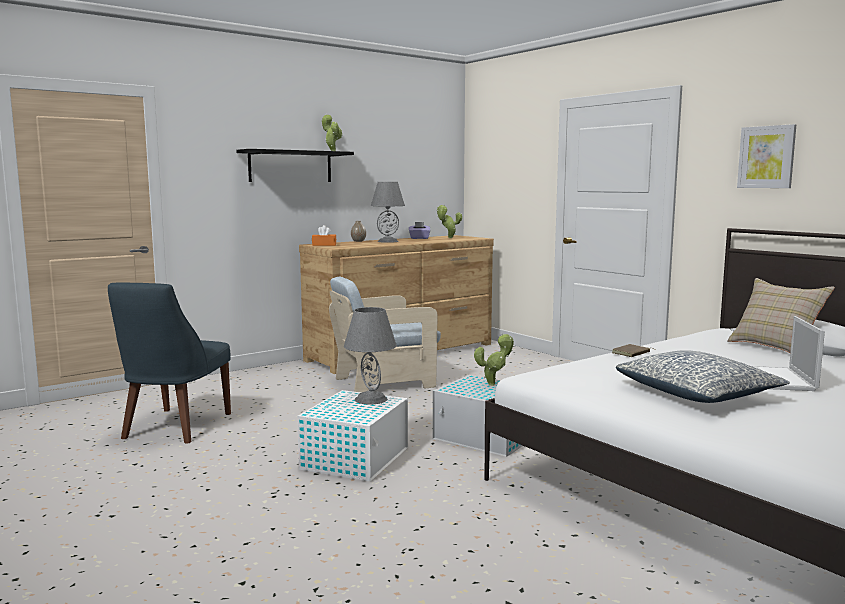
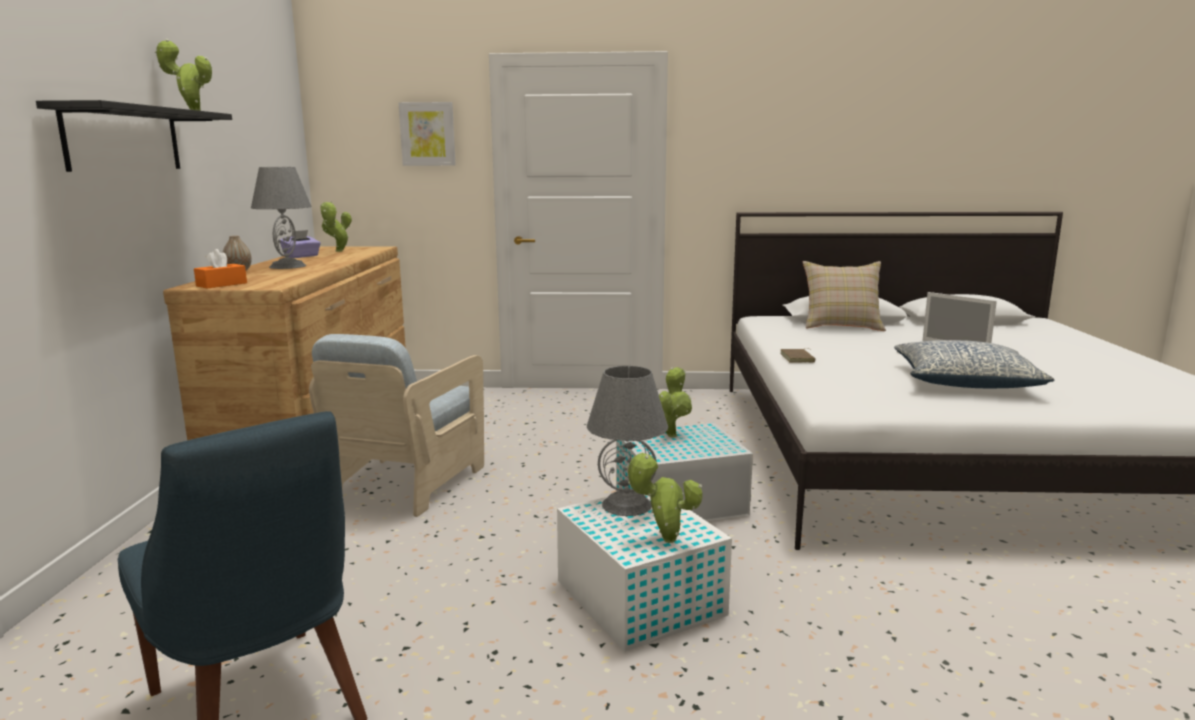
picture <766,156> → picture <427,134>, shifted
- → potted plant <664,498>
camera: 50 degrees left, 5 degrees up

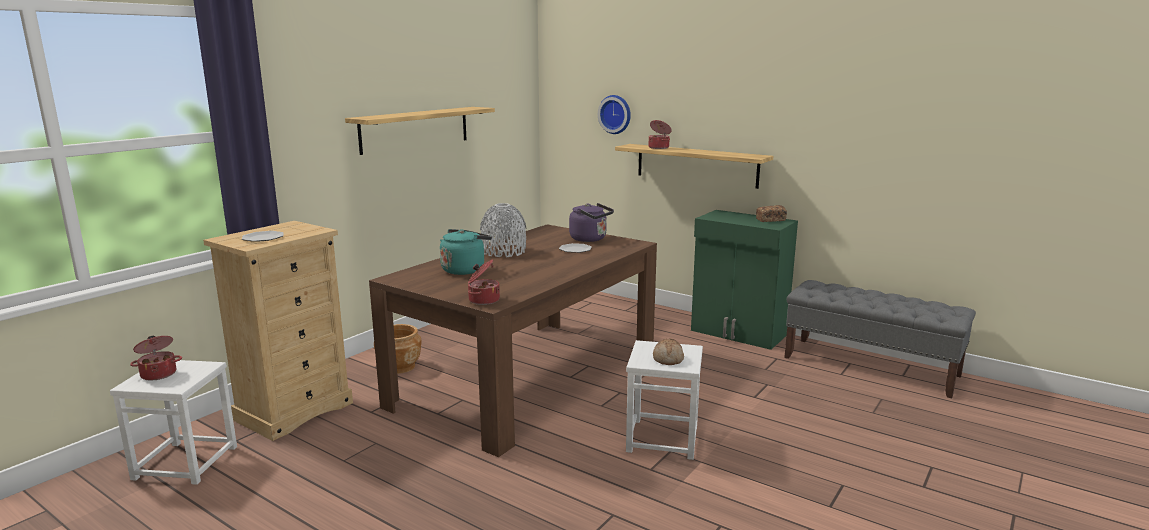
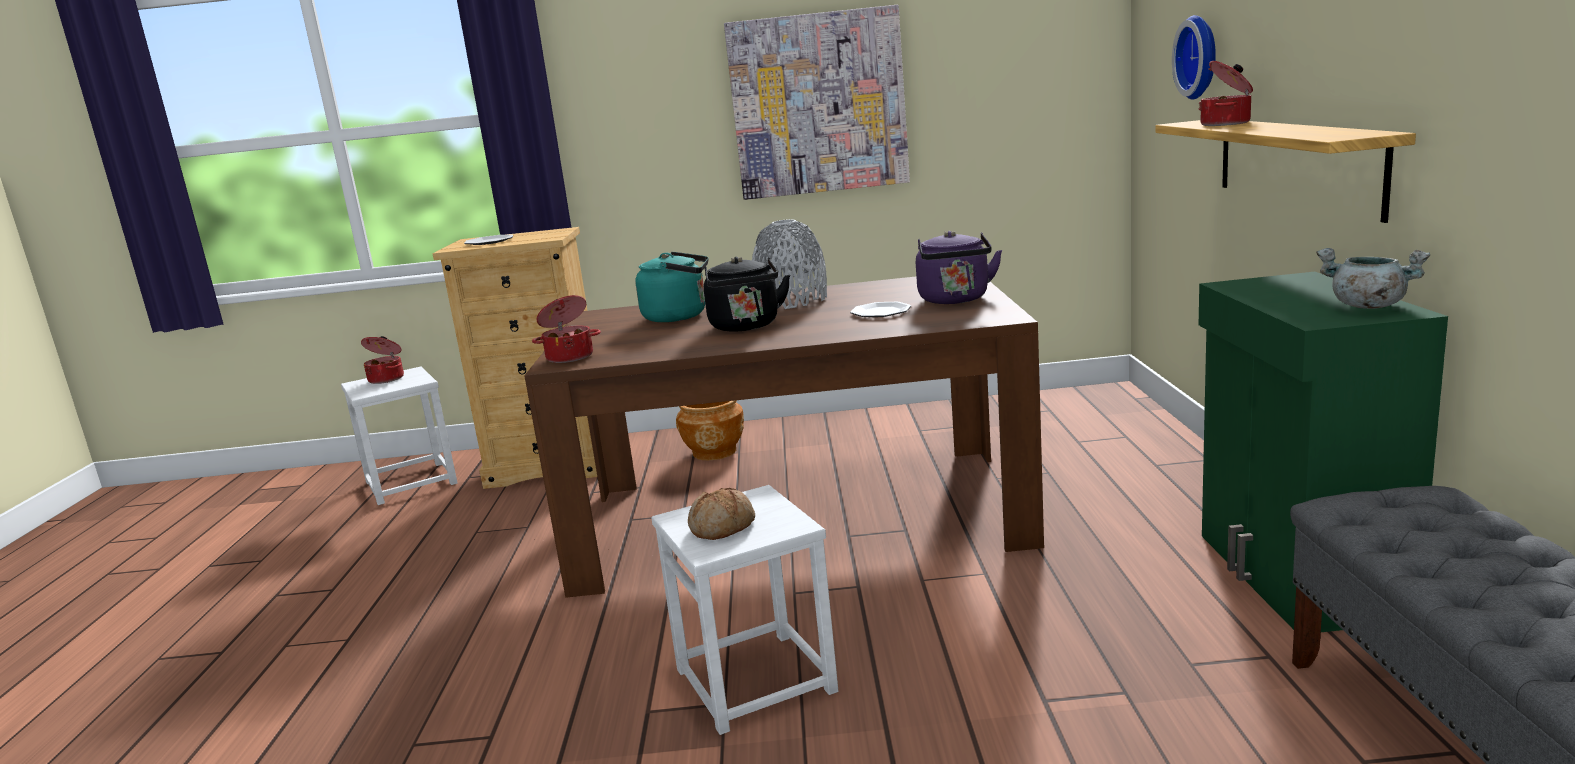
shelf <420,131> → picture <817,102>
bread <771,213> → cooking pot/grey <1373,278>
- → kettle/black <747,294>
camera: 55 degrees right, 0 degrees up

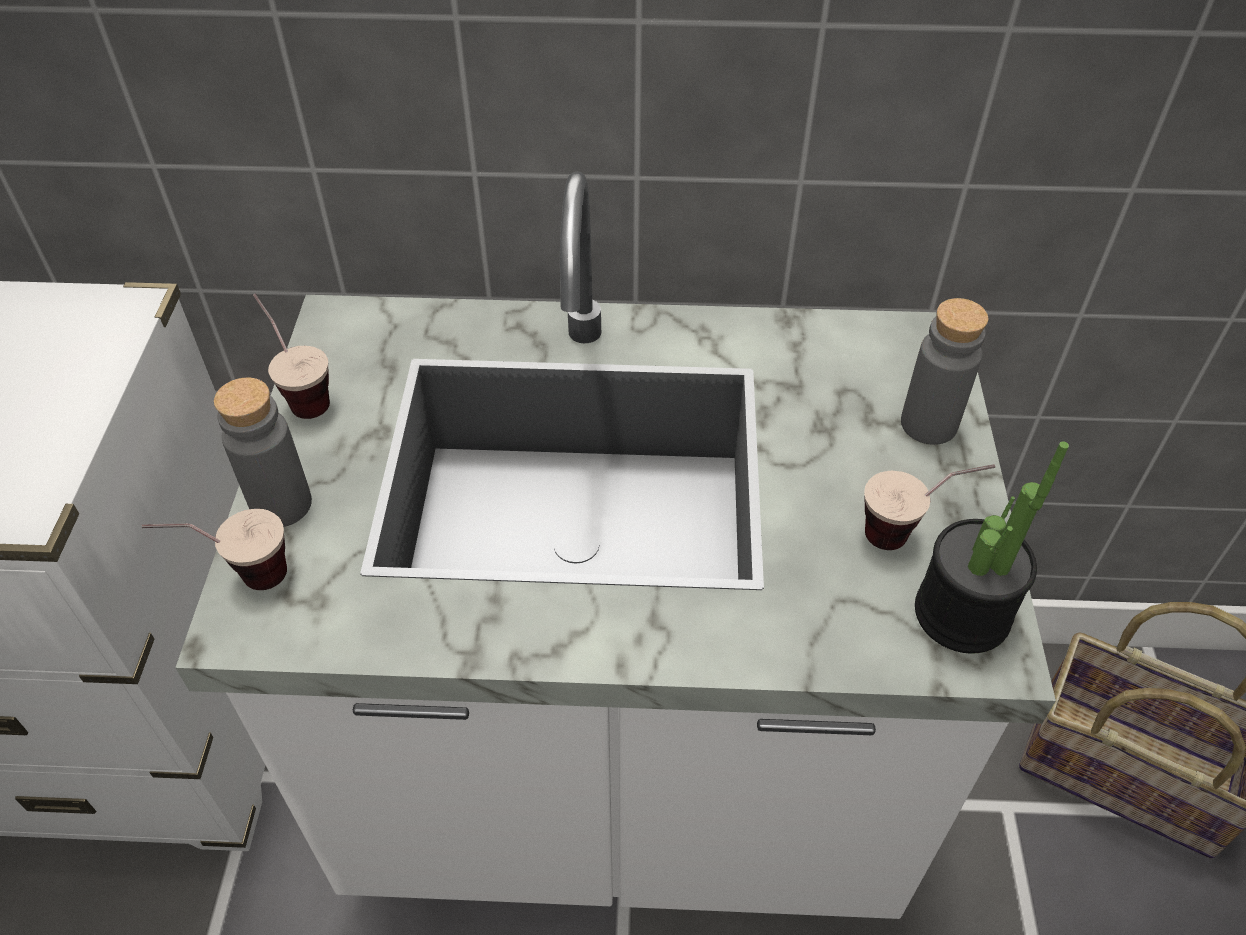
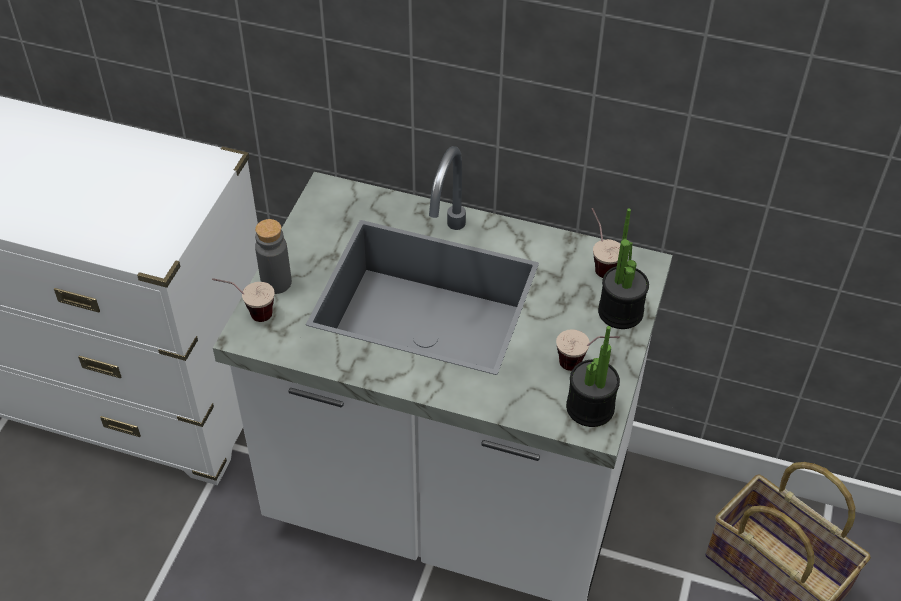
cup <291,356> → cup <606,243>, shifted
bottle/grey <944,371> → potted plant <623,268>
camera: 15 degrees right, 0 degrees up

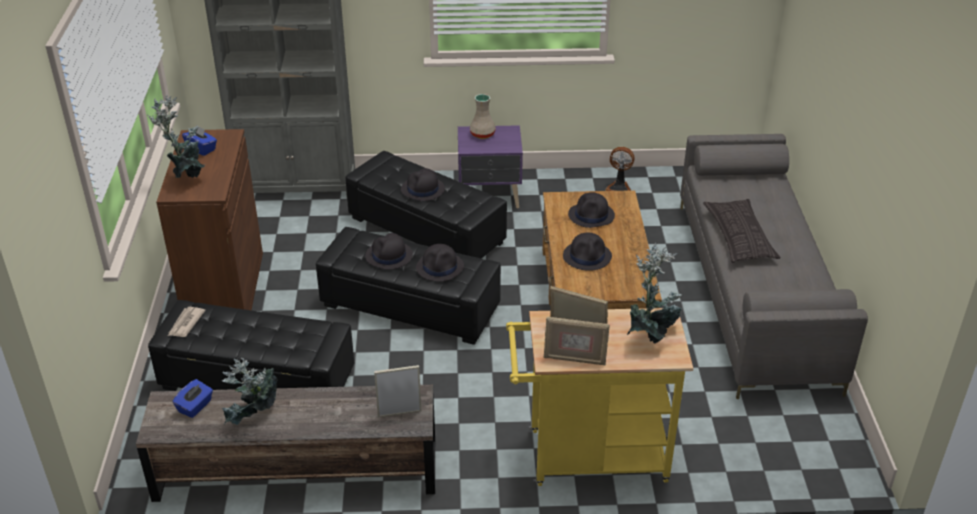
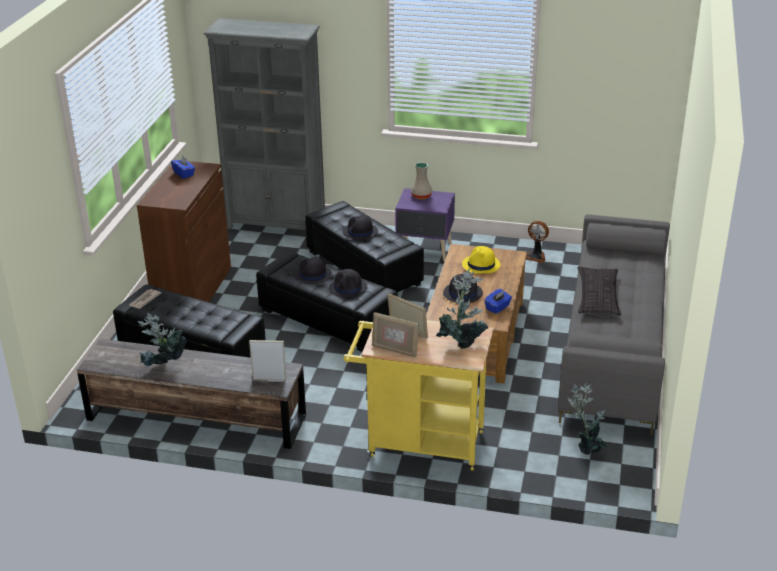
potted plant <176,136> → potted plant <588,419>, shifted
tissue box/blue <192,398> → tissue box/blue <498,301>, shifted
hat/black <591,210> → hat/yellow <481,259>
camera: 15 degrees right, 5 degrees down

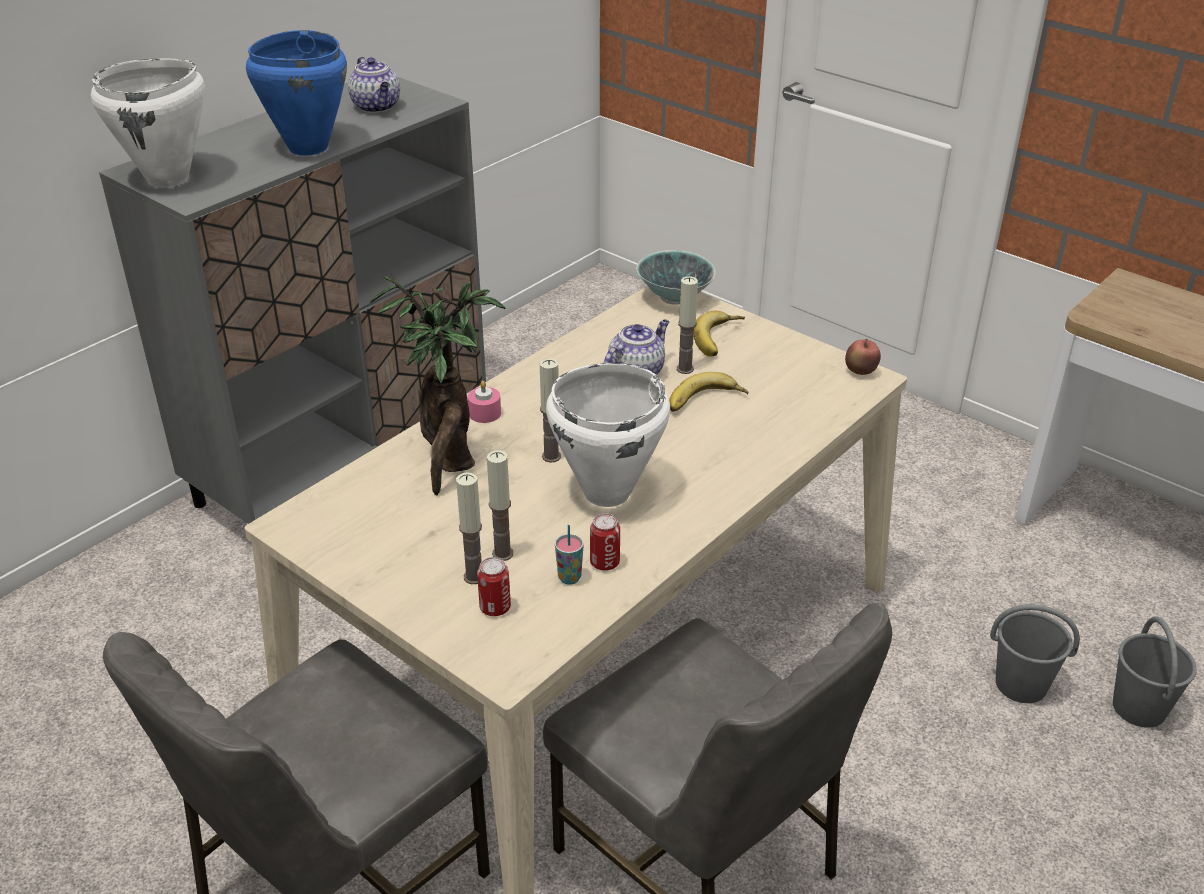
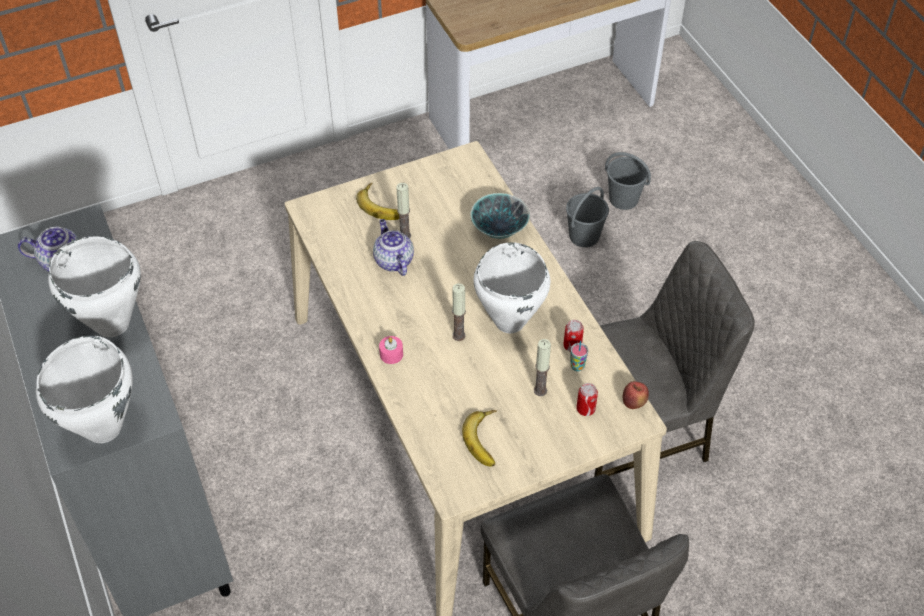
cooking pot/blue <296,93> → cooking pot/white <94,286>
potted plant <438,384> → -
candle <469,528> → -
bowl <676,277> → bowl <500,216>, shifted
banana <708,392> → banana <479,438>, shifted
apple <863,357> → apple <636,395>, shifted
camera: 65 degrees left, 15 degrees up

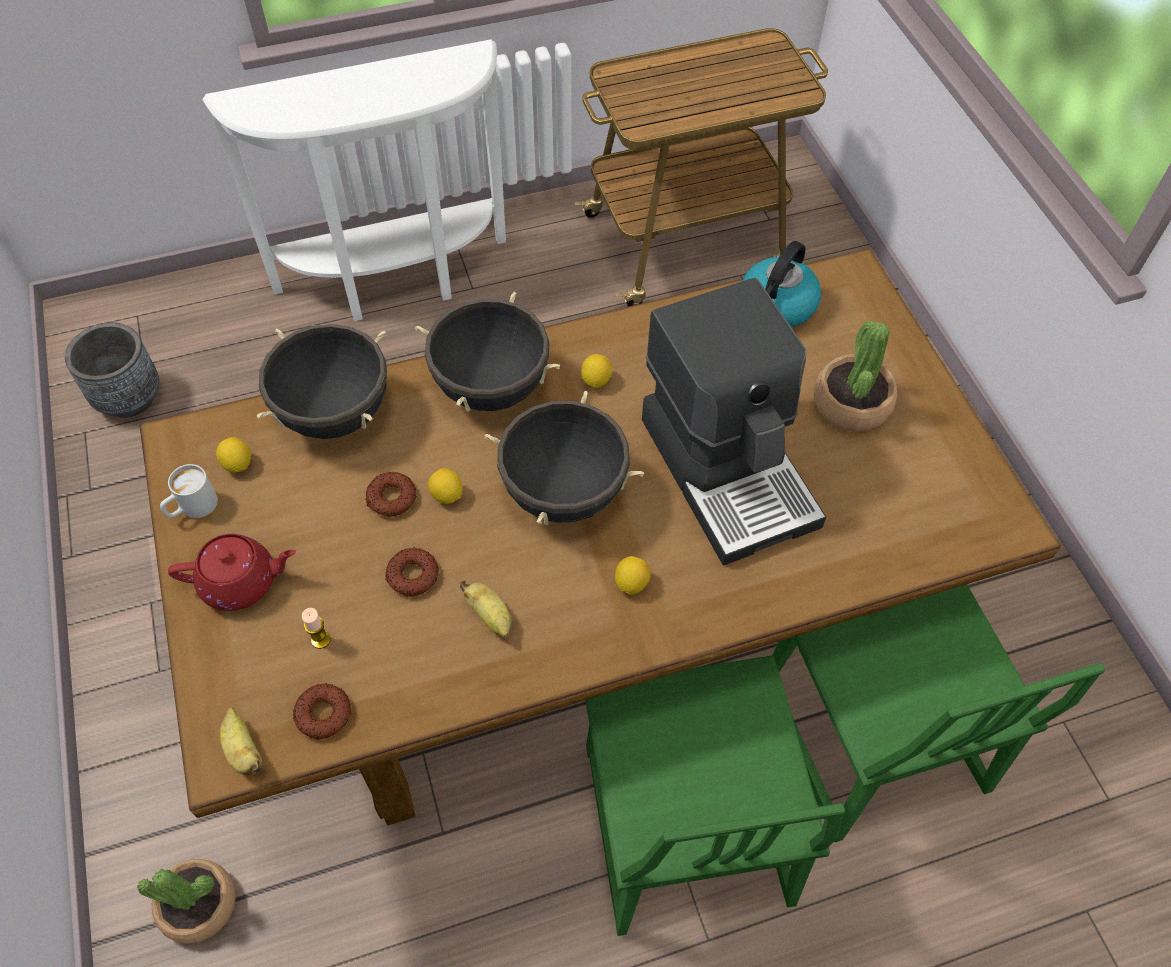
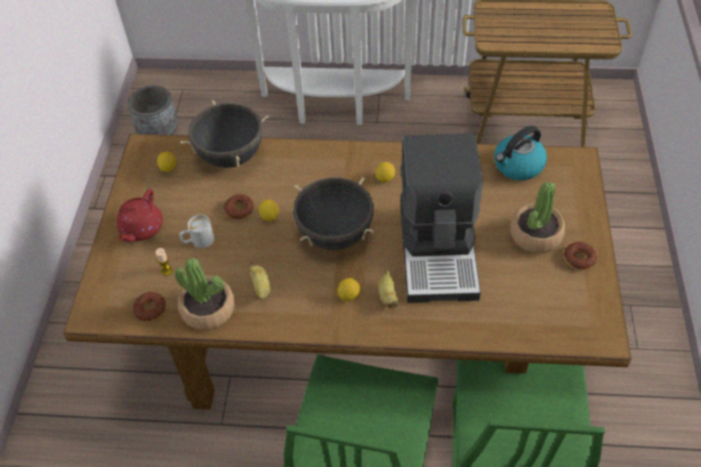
potted plant <186,901> → potted plant <205,294>, shifted
mug/white <189,491> → mug/white <196,231>, shifted
teapot/red <232,572> → teapot/red <140,216>, 90 degrees clockwise
banana <241,741> → banana <389,289>, shifted
donut <412,572> → donut <580,255>, shifted
cooking pot/black <488,351> → -
camera: 25 degrees right, 5 degrees down

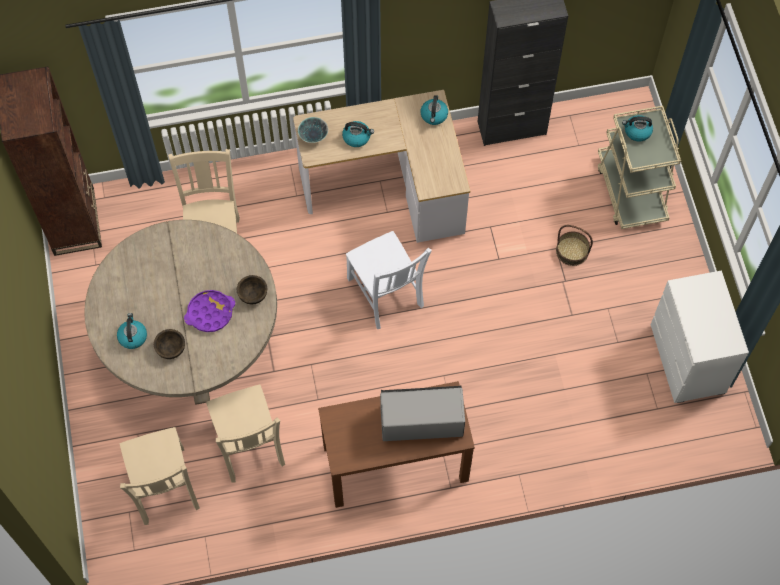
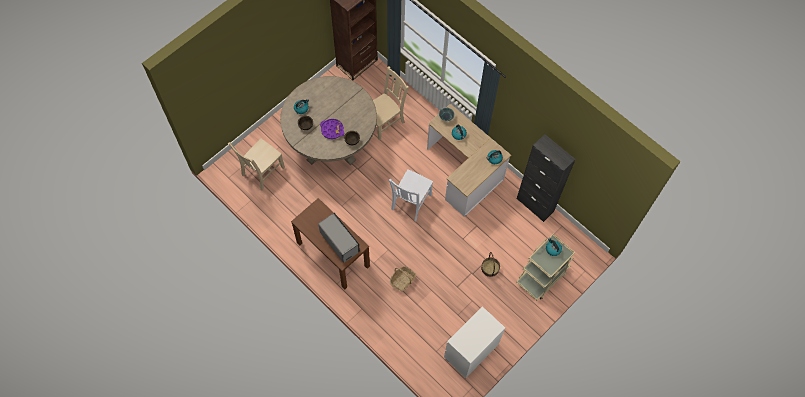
chair/beige <245,433> → -
- → basket <403,278>
camera: 55 degrees right, 0 degrees up

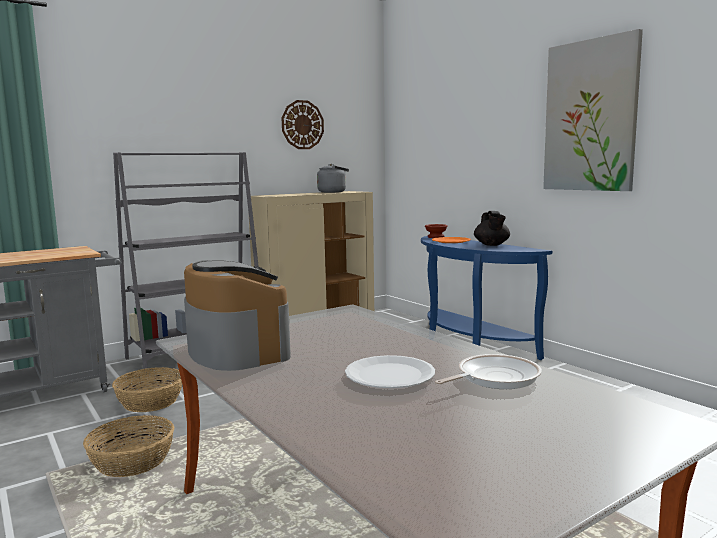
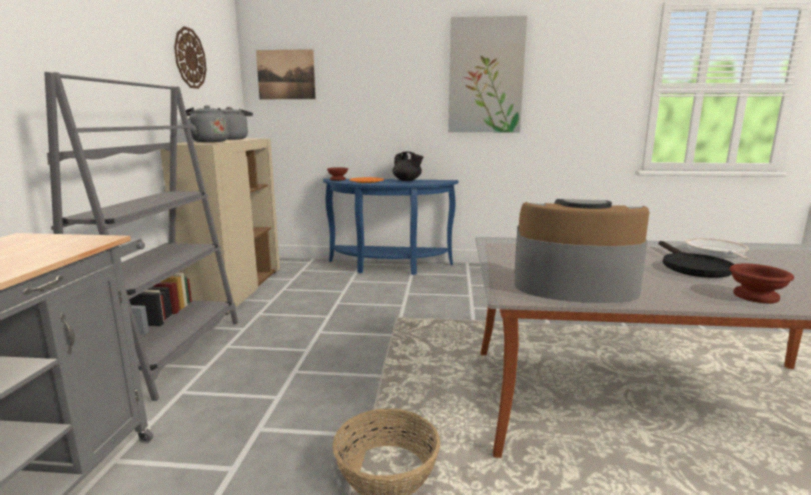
basket <147,389> → -
plate/white <390,371> → frying pan/black <696,259>
- → kettle/grey <207,123>
- → picture <286,74>
- → bowl/brown <761,283>
camera: 50 degrees left, 5 degrees up

